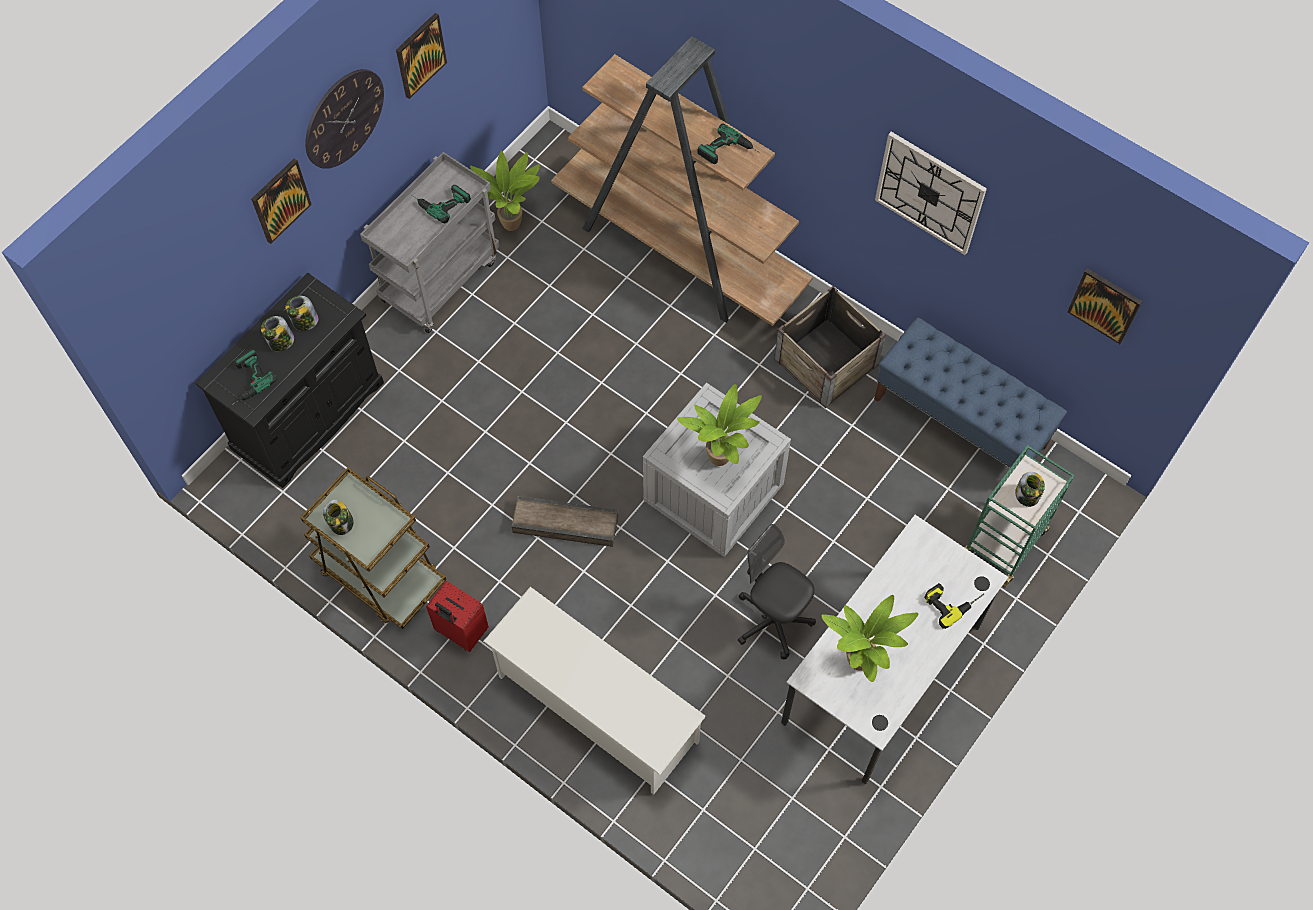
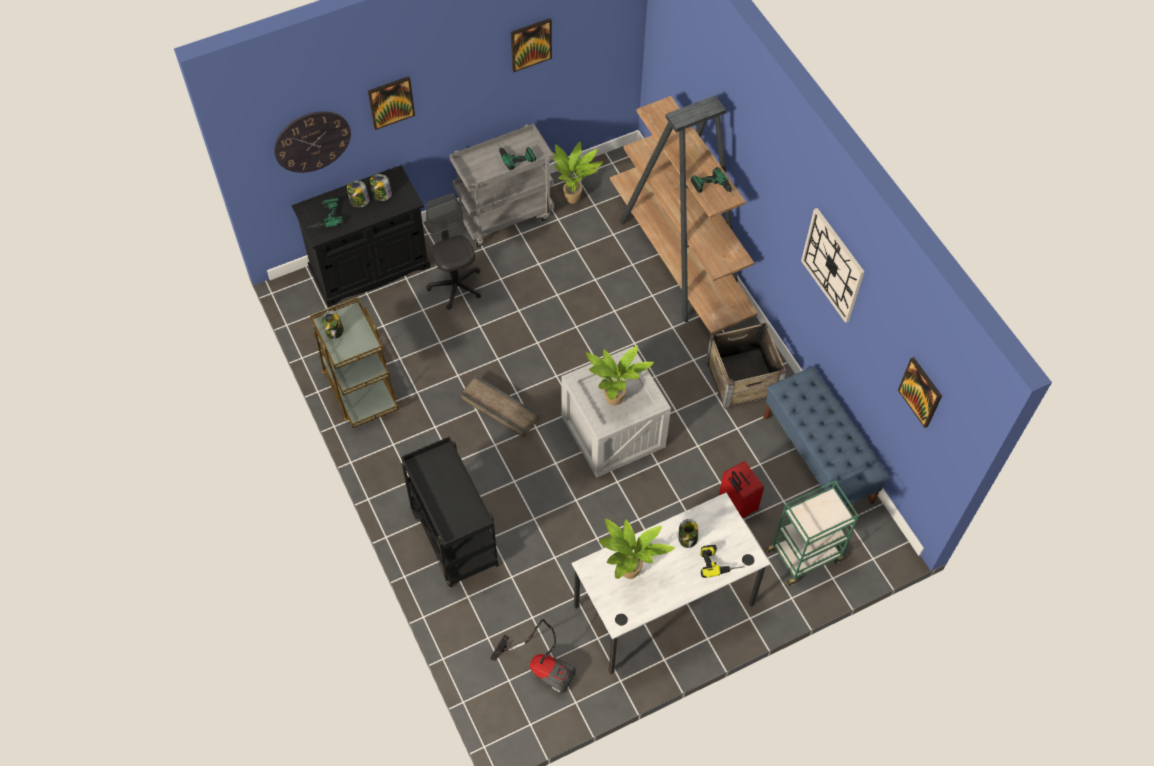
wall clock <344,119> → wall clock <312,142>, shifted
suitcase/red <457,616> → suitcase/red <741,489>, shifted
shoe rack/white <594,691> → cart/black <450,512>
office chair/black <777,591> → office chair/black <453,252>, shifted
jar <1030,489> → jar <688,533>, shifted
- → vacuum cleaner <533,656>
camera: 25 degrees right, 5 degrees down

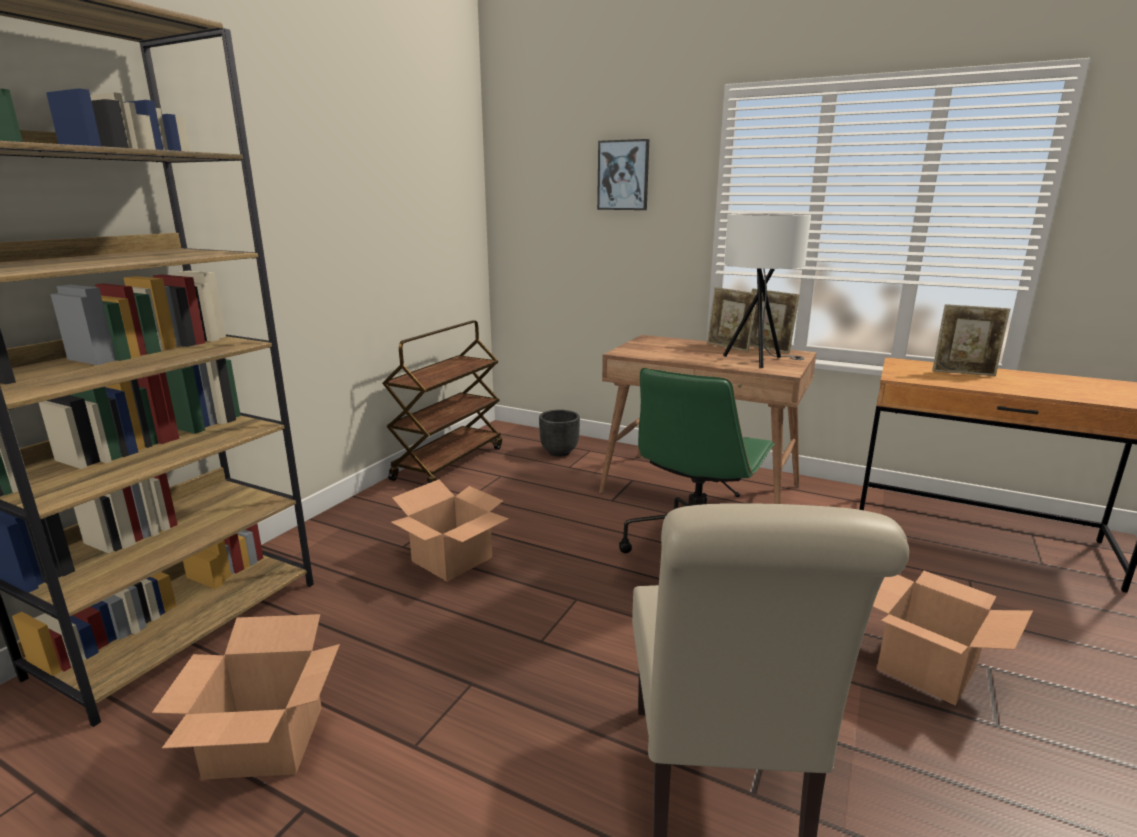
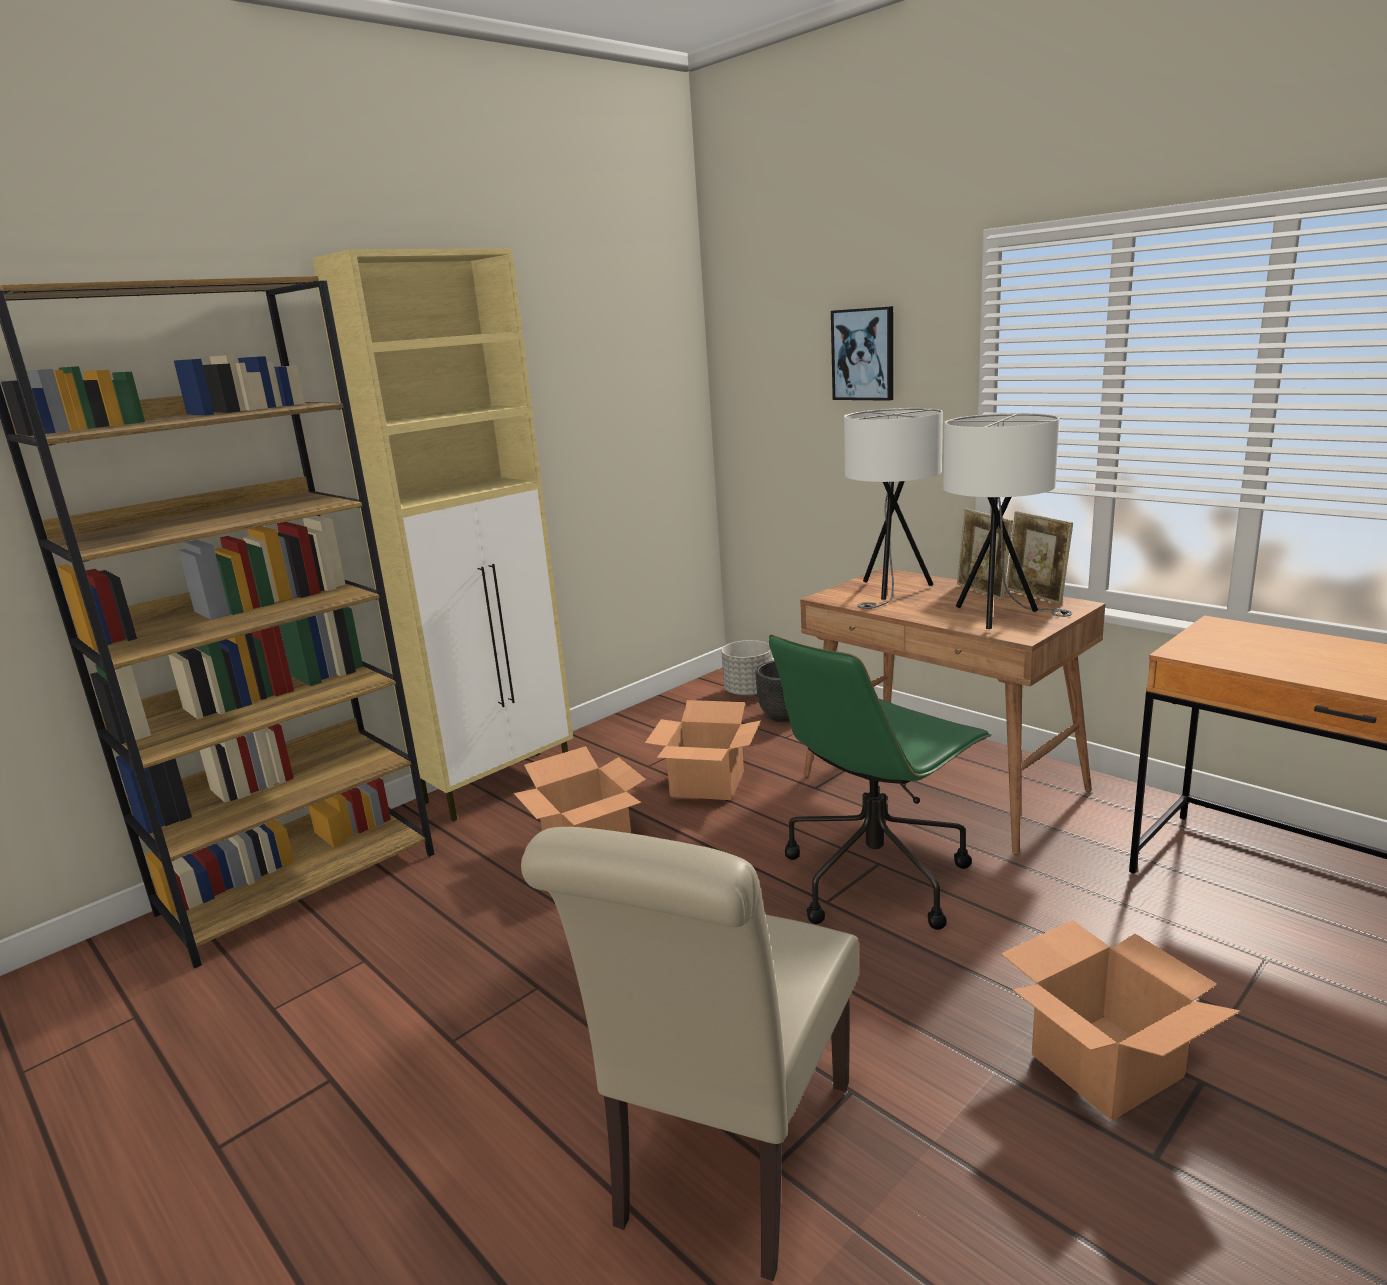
cardboard box <246,697> → cardboard box <703,750>, shifted
cart/brown <442,402> → -
picture frame <971,340> → -
- → cabinet/beige <442,535>
- → planter/grey <746,668>
- → table lamp/white <893,508>
camera: 20 degrees right, 0 degrees up

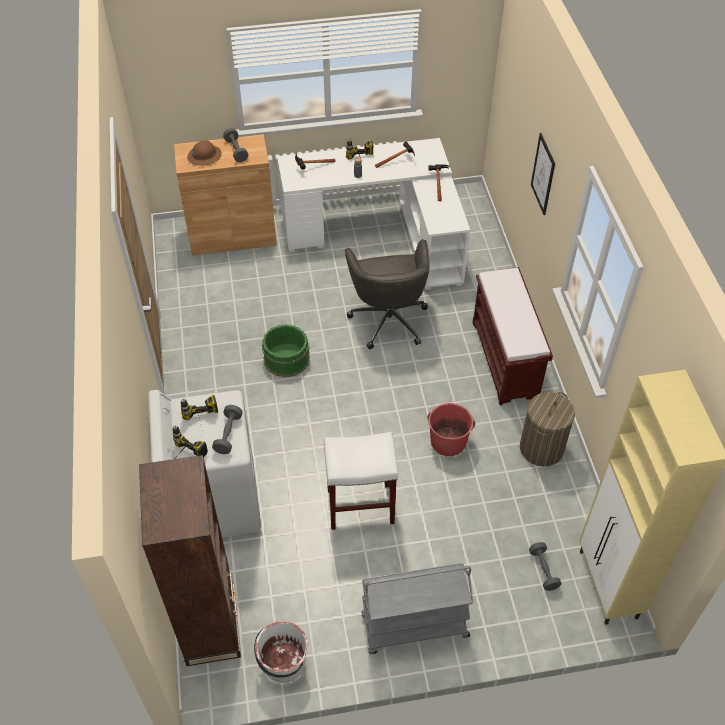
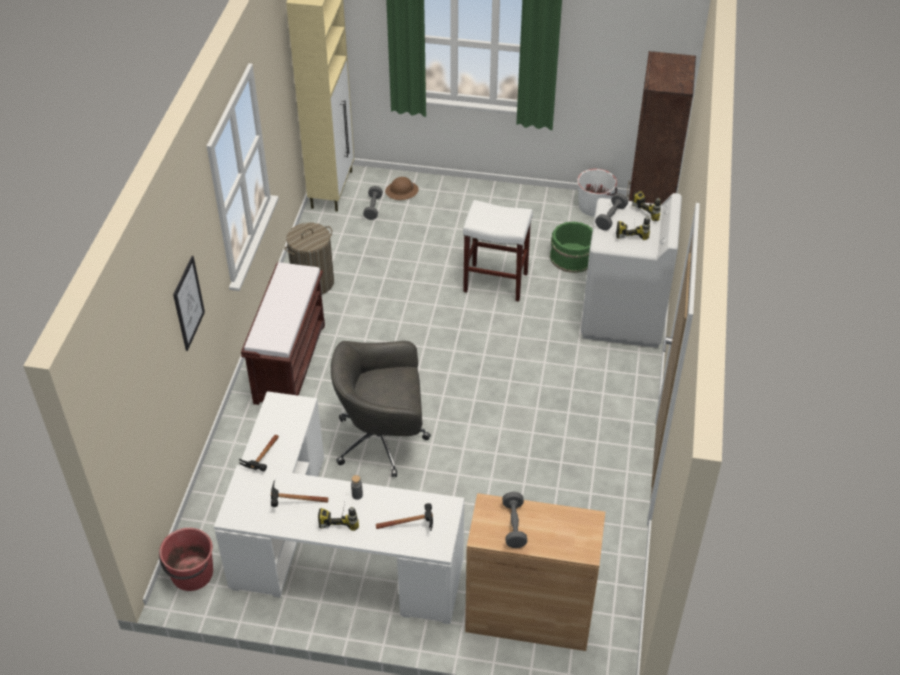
hard hat/brown <204,153> → hard hat/brown <402,188>, shifted
bucket/green <286,350> → bucket/green <571,247>, shifted
office chair/grey <387,294> → office chair/grey <381,409>, 105 degrees counterclockwise
cart/grey <417,608> → -
bucket/red <451,429> → bucket/red <186,559>, shifted
camera: 160 degrees left, 5 degrees down

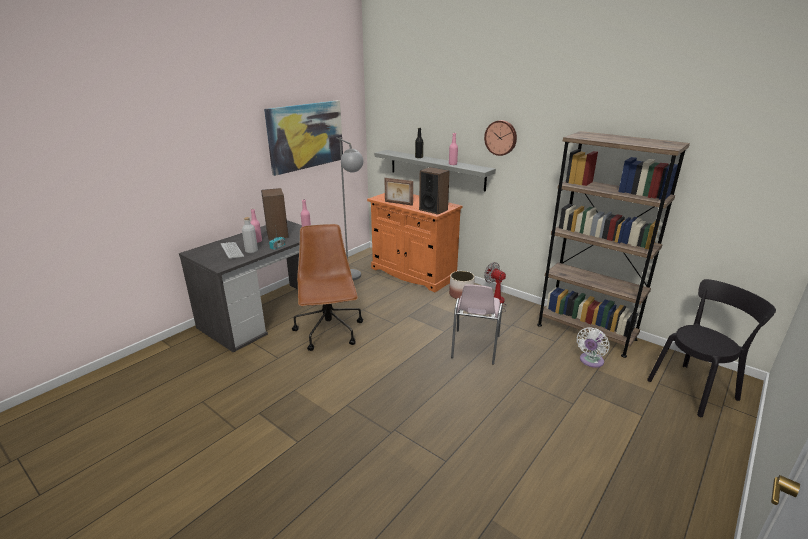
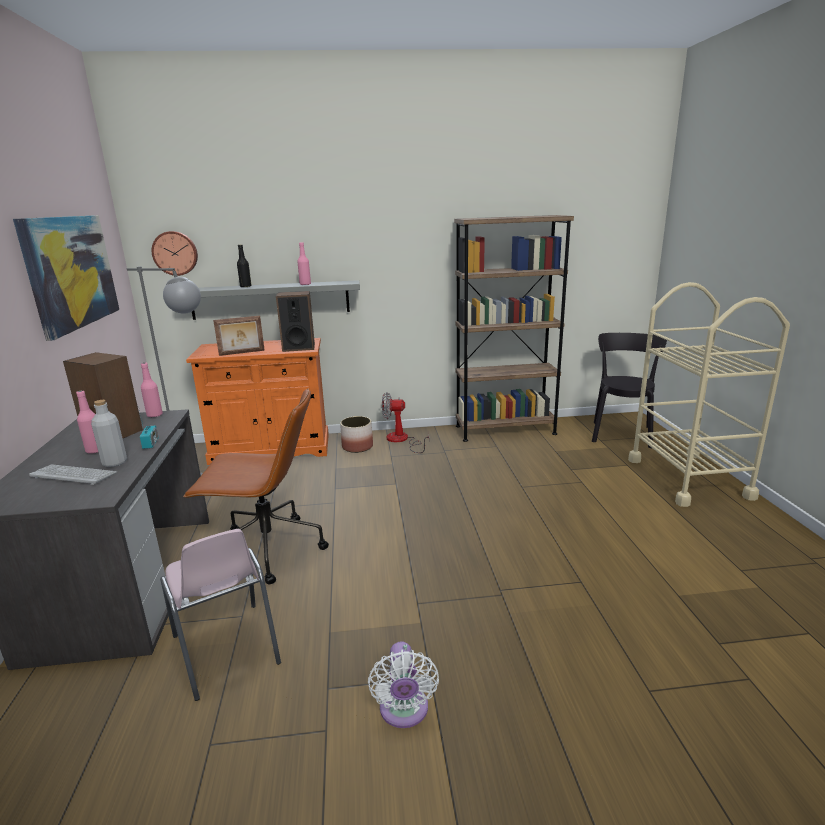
office chair/brown <327,287> → office chair/brown <256,486>, 150 degrees clockwise
chair/pink <477,324> → chair/pink <220,615>, shifted
wall clock <500,138> → wall clock <175,253>, shifted
fan/white <593,347> → fan/white <403,684>, shifted
- → cart/beige <709,394>
camera: 45 degrees left, 5 degrees down

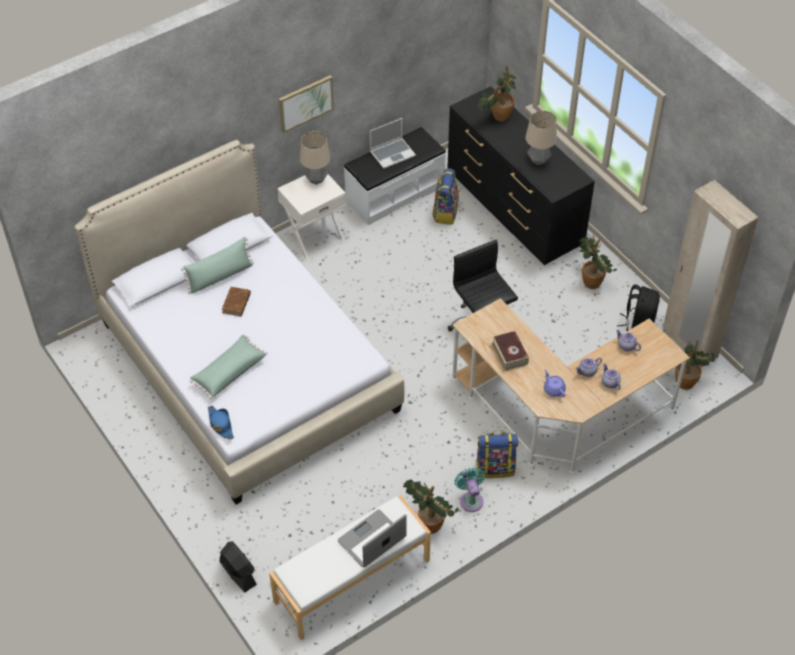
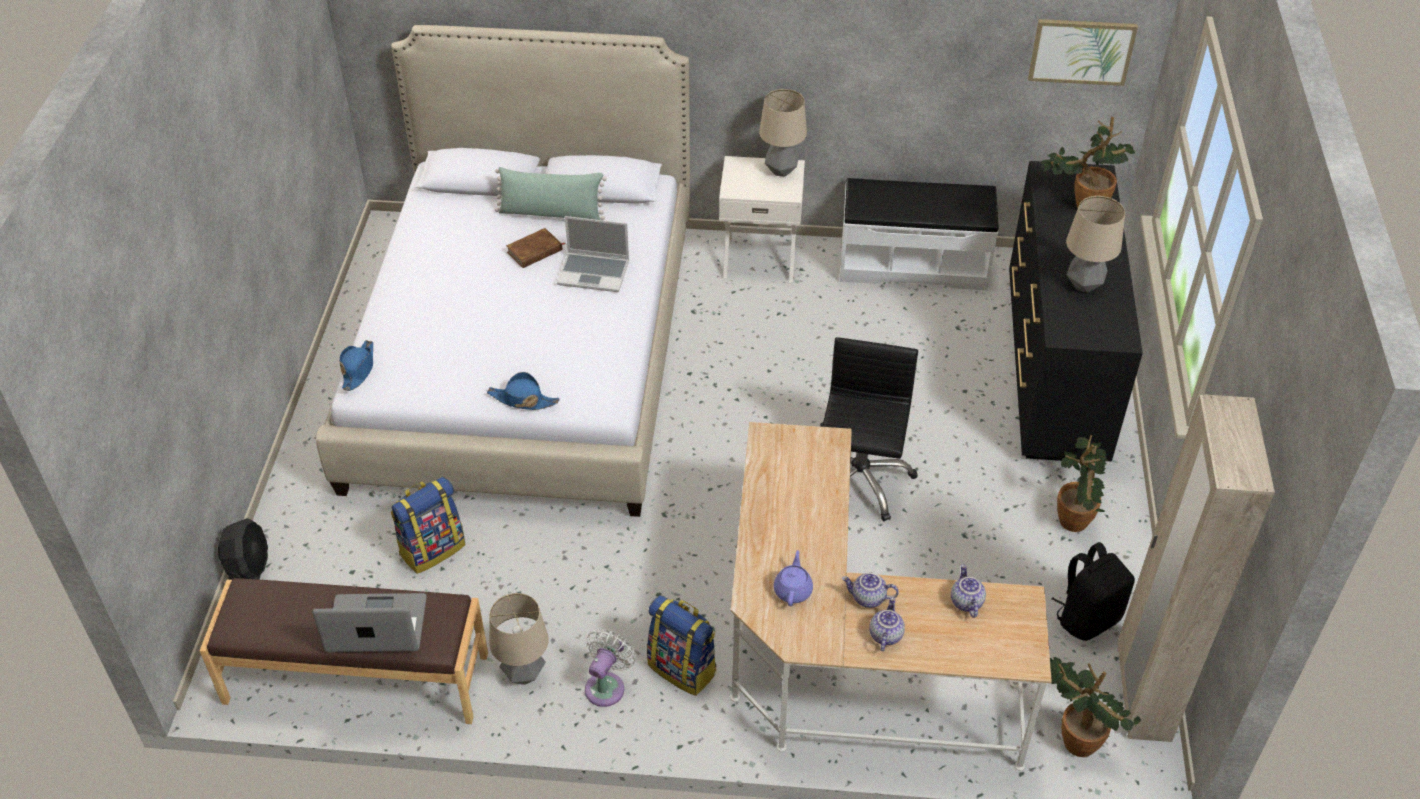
pillow/green <229,367> → -
bench/white <350,567> → bench/brown <344,651>
picture <306,104> → picture <1083,52>, shifted
laptop <393,143> → laptop <593,254>, shifted
potted plant <431,507> → table lamp <519,639>
backpack <446,196> → backpack <428,525>, shifted
fan/turquoise <470,490> → fan/white <610,668>
book <510,350> → -
- → hat/blue <523,391>
camera: 40 degrees right, 5 degrees down

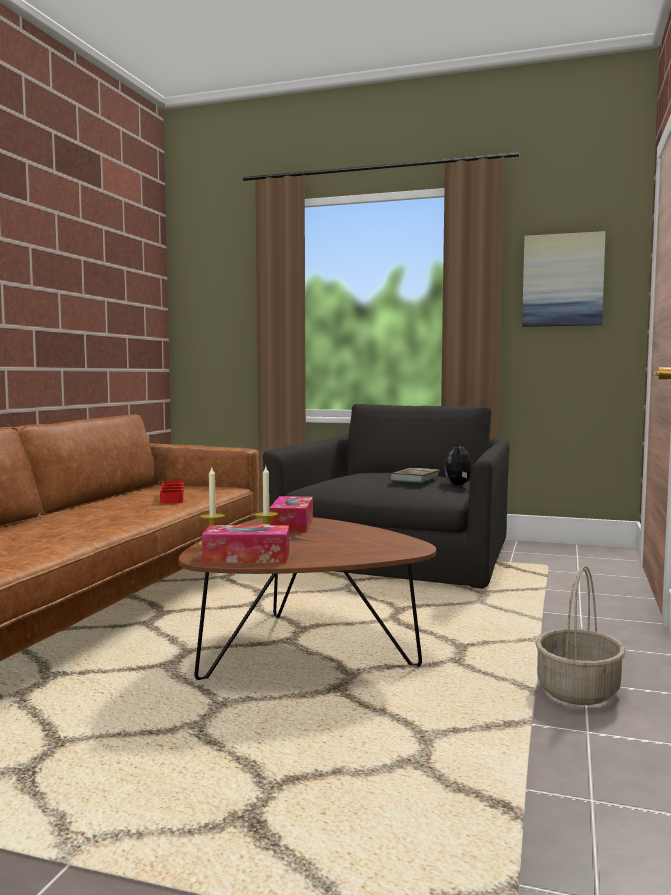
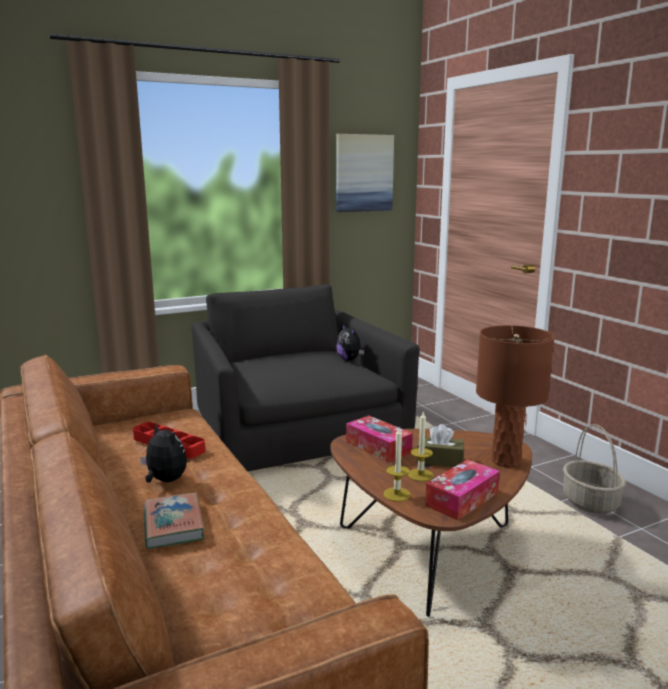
book <414,475> → book <174,521>, shifted
- → plush toy <163,453>
- → tissue box/brown <440,445>
- → table lamp/brown <515,396>
camera: 45 degrees left, 10 degrees up

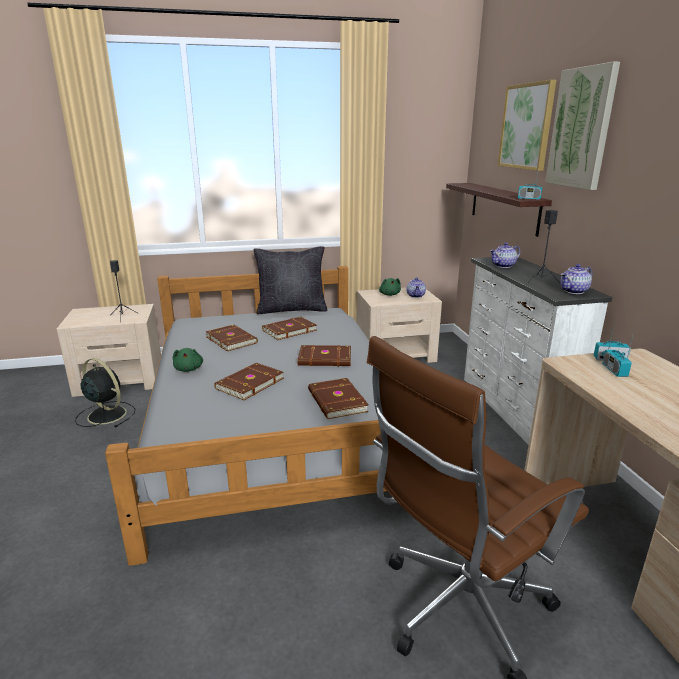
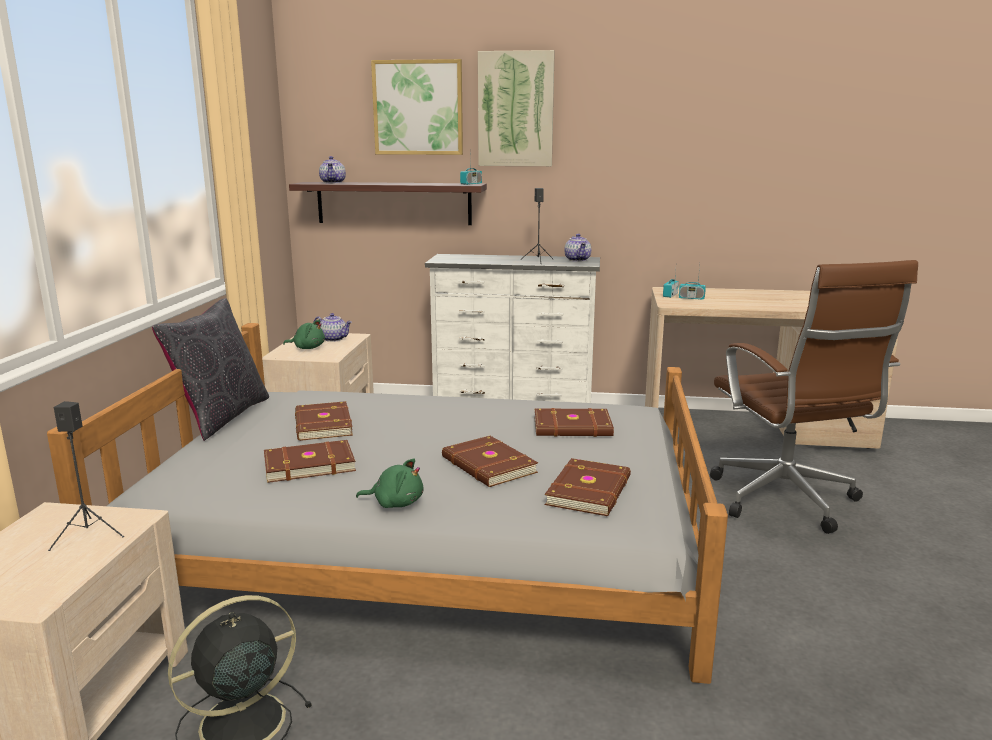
book/brown <324,355> → book/brown <588,487>, shifted
teapot <505,255> → teapot <332,170>, shifted
camera: 70 degrees left, 5 degrees down

